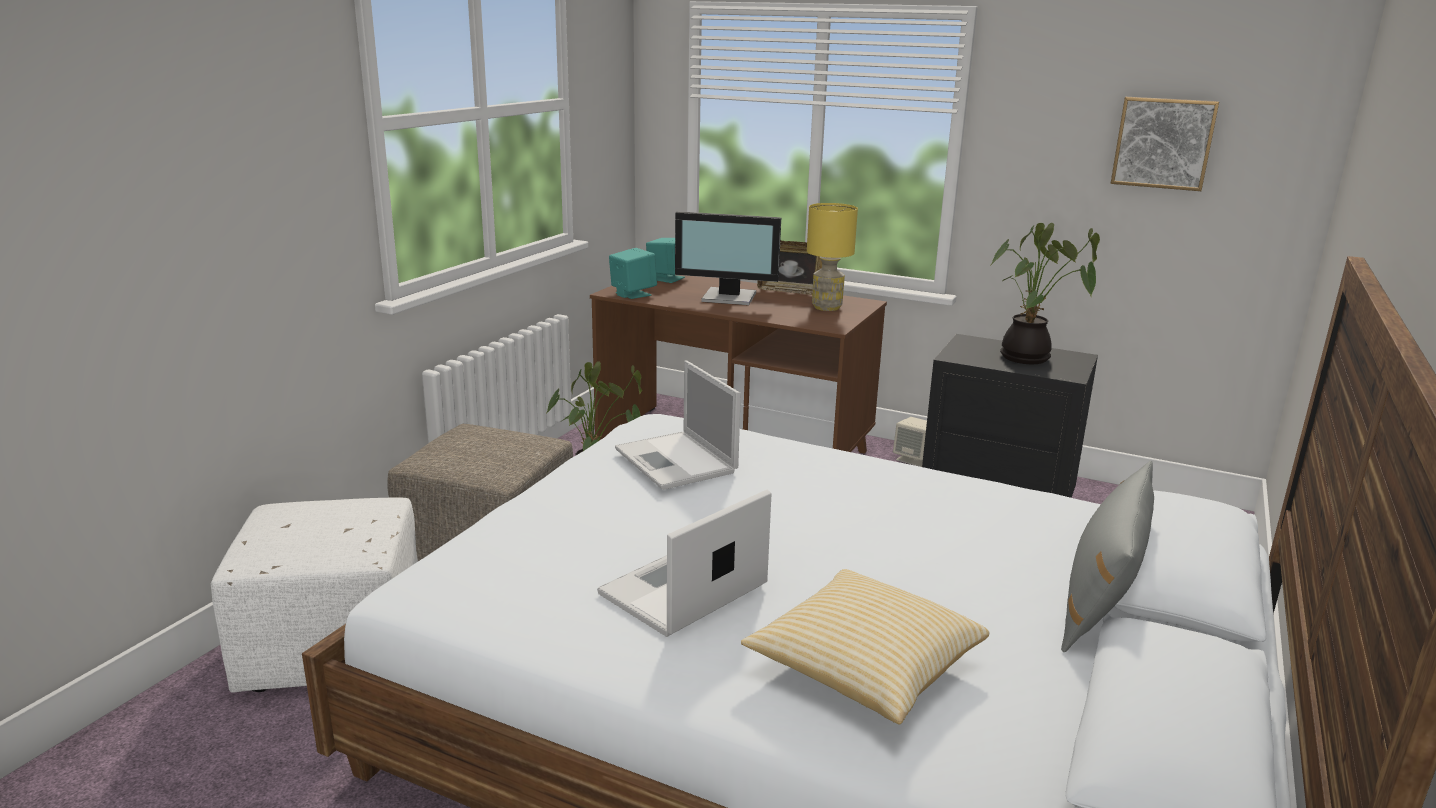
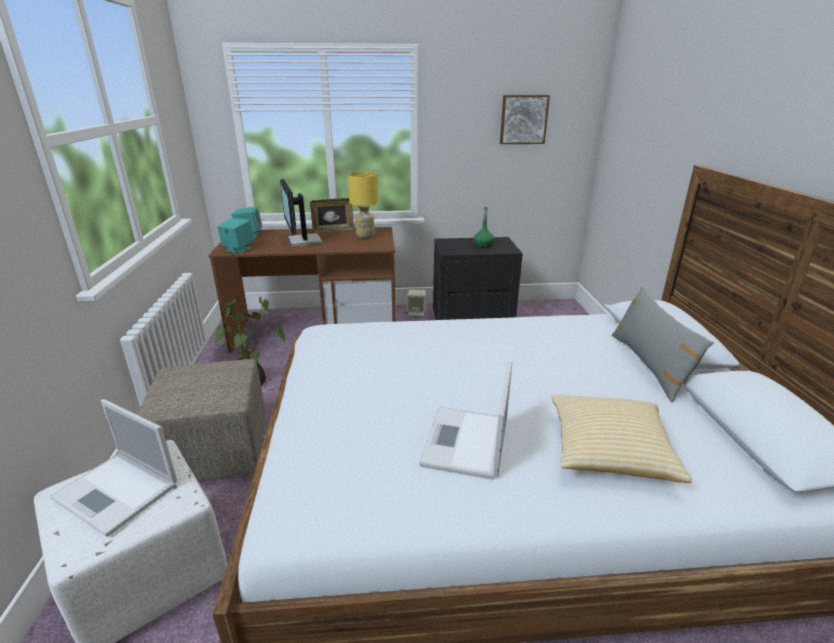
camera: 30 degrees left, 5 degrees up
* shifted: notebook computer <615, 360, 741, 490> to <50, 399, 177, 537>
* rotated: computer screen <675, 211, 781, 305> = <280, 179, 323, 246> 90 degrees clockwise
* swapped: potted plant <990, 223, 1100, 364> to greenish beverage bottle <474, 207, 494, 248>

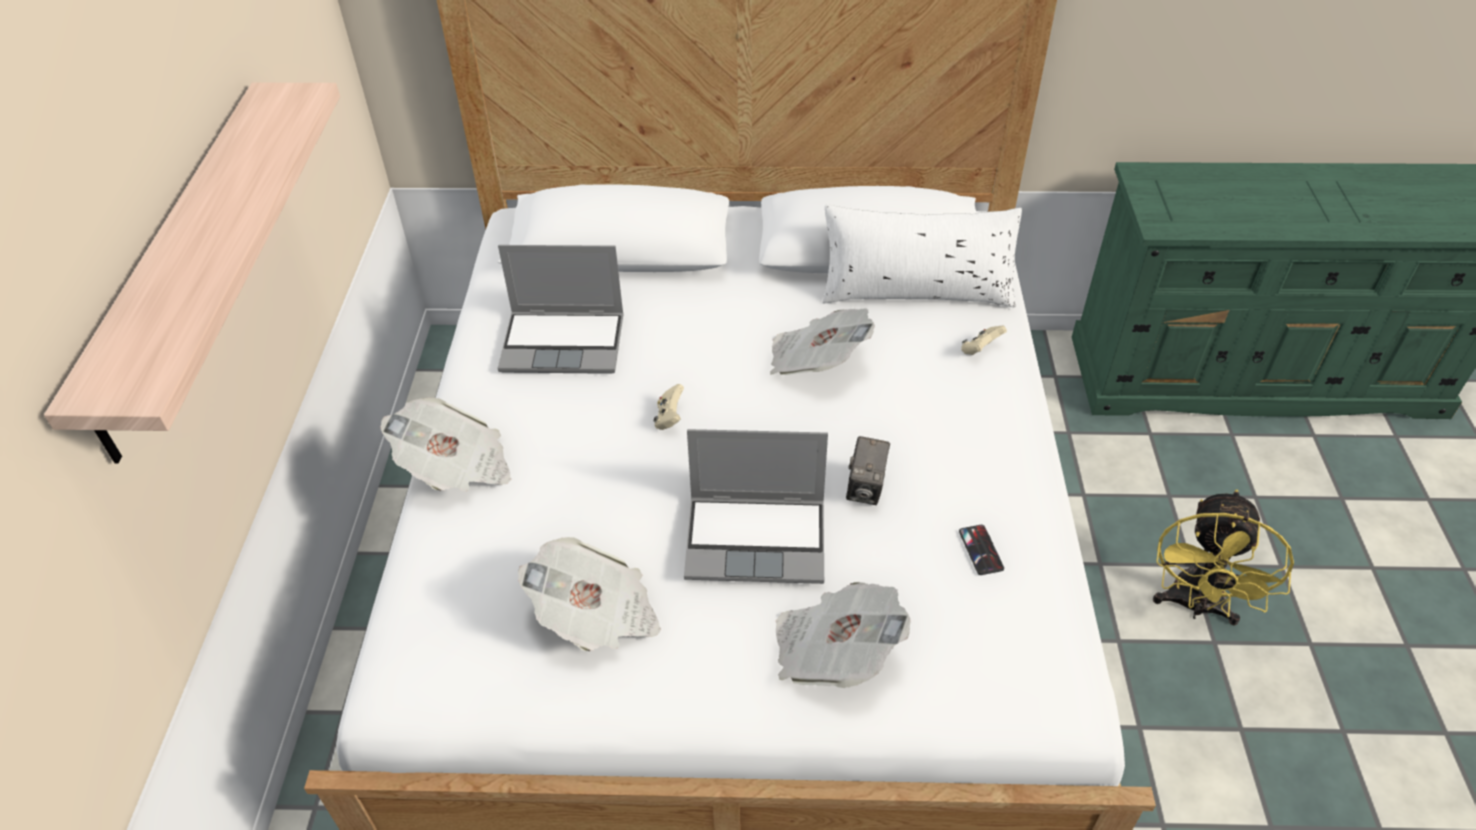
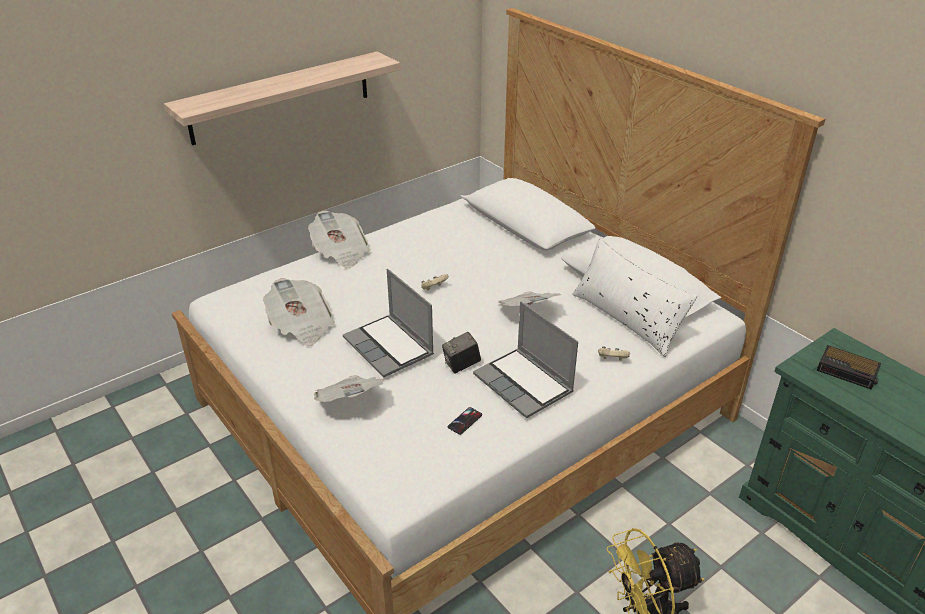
camera: 50 degrees right, 10 degrees down
* shifted: notebook computer <498, 245, 624, 374> to <473, 302, 578, 419>
* new: table clock <817, 345, 881, 390>

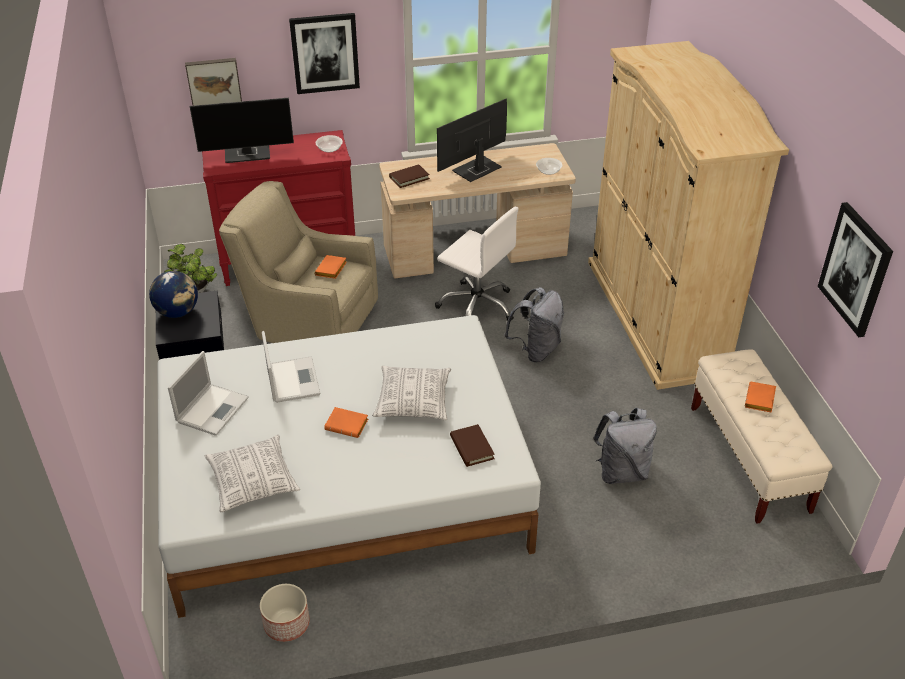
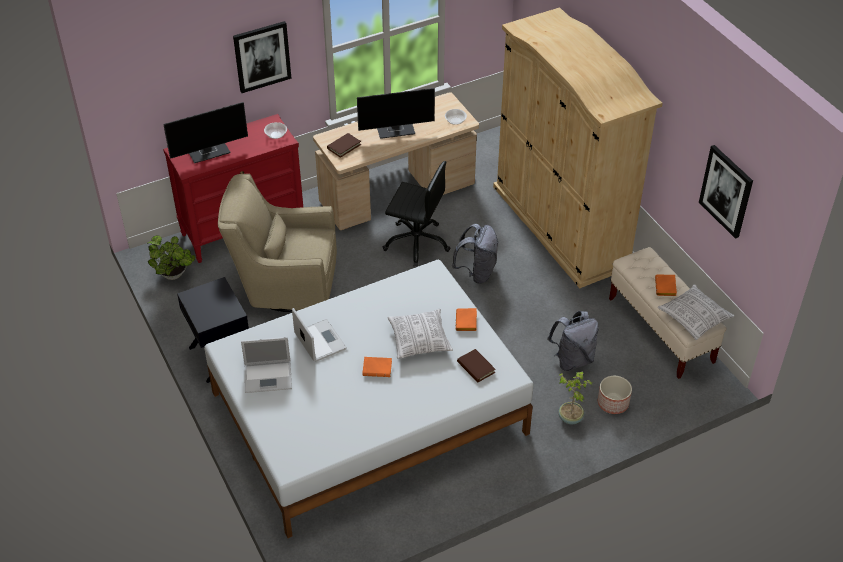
camera: 15 degrees left, 5 degrees up
* gone: desk globe <149, 271, 198, 318>
* rotated: notebook computer <168, 351, 249, 436> = <241, 337, 292, 393> 75 degrees clockwise
* gone: wall art <185, 58, 242, 106>
* shifted: throw pillow <205, 435, 300, 512> to <658, 284, 735, 340>
* shifted: flower pot <260, 584, 310, 642> to <598, 376, 632, 414>
* shifted: orangey bound book <314, 255, 347, 279> to <456, 308, 477, 331>
* repainted: white-coloured computer chair <435, 206, 518, 322> to blackish computer chair <383, 161, 450, 267>
* rotated: computer screen <437, 99, 507, 182> = <357, 88, 435, 139> 135 degrees counterclockwise
* new: potted plant <559, 372, 592, 424>

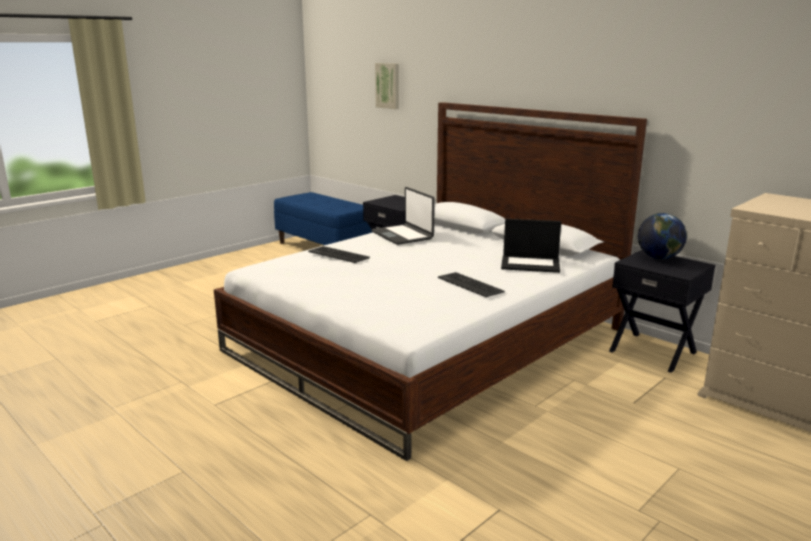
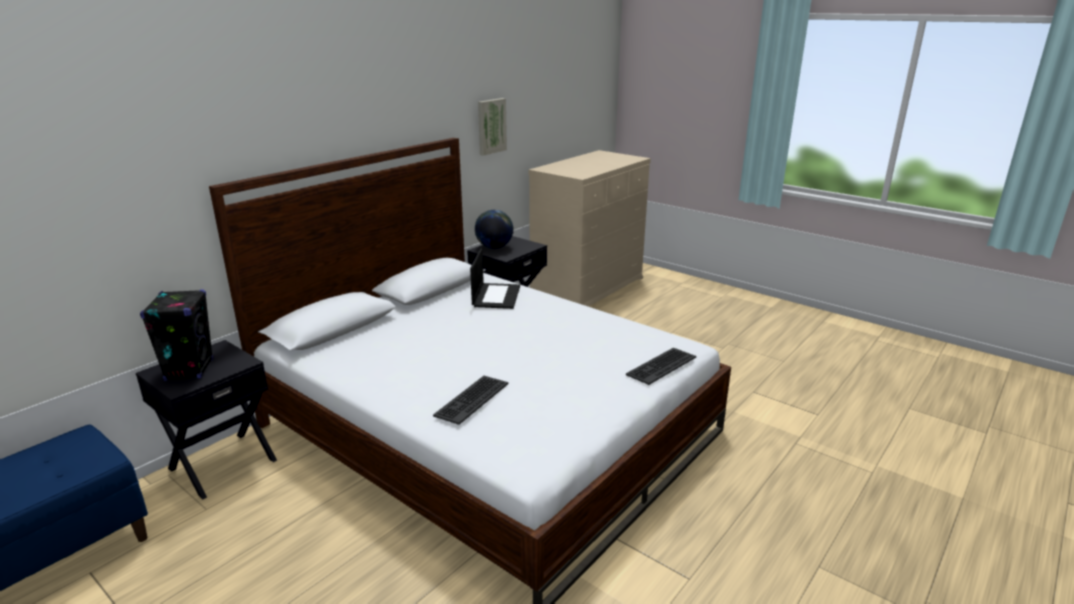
camera: 95 degrees left, 5 degrees up
* gone: notebook computer <371, 187, 435, 245>
* shifted: wall art <375, 63, 399, 109> to <478, 98, 507, 156>
* shifted: PC keyboard <438, 272, 505, 297> to <626, 348, 696, 385>
* new: blackish loudspeaker <140, 289, 213, 381>

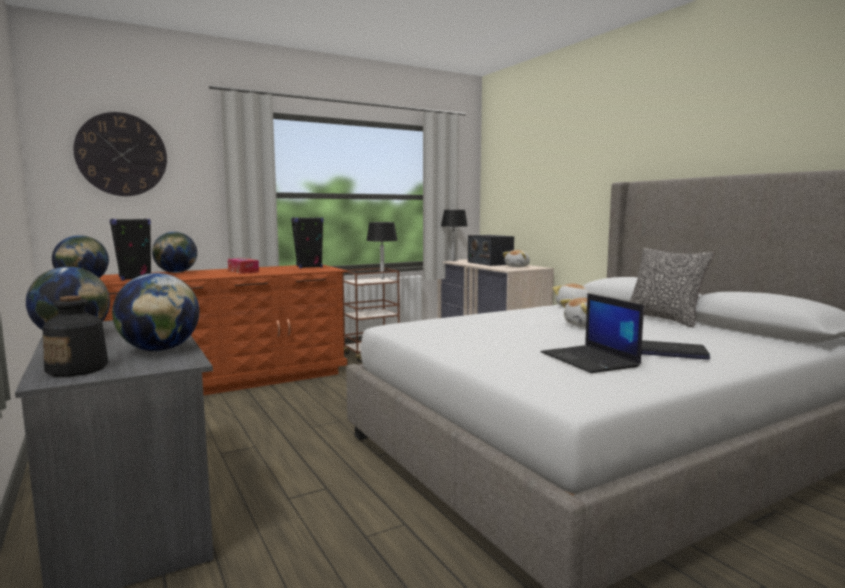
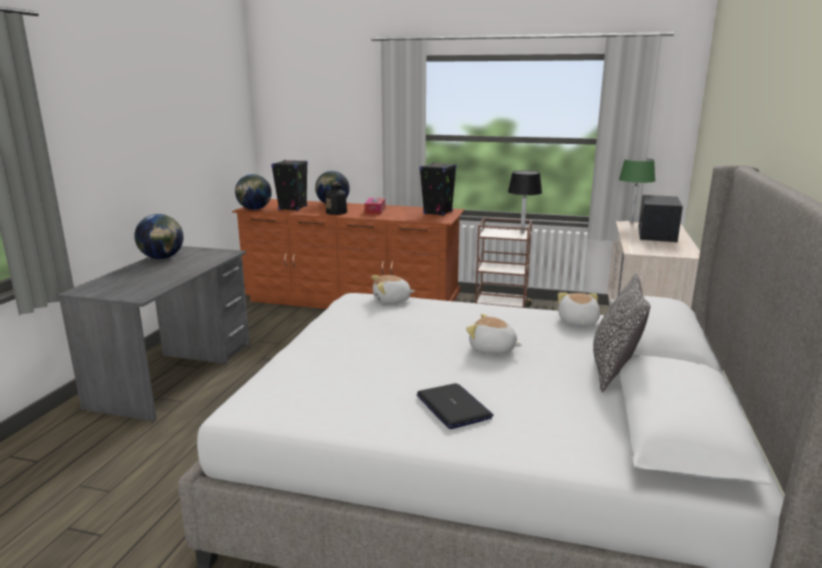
camera: 45 degrees right, 10 degrees up
* shifted: beverage bottle <43, 296, 108, 377> to <326, 182, 347, 215>
* gone: clock on the wall <73, 112, 167, 196>
* gone: desk globe <112, 273, 199, 351>
* repainted: blackish lamp for a table <441, 210, 468, 261> to greenish lamp for a table <619, 159, 655, 222>
* shifted: soft toy <503, 250, 530, 267> to <371, 275, 415, 304>
* gone: notebook computer <541, 293, 644, 373>

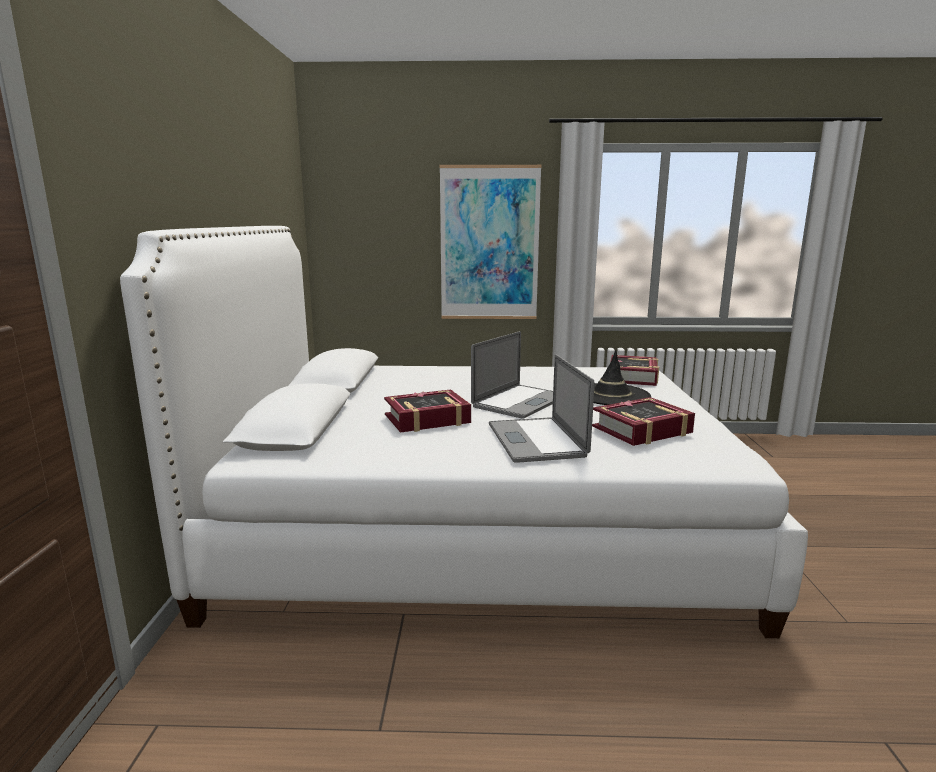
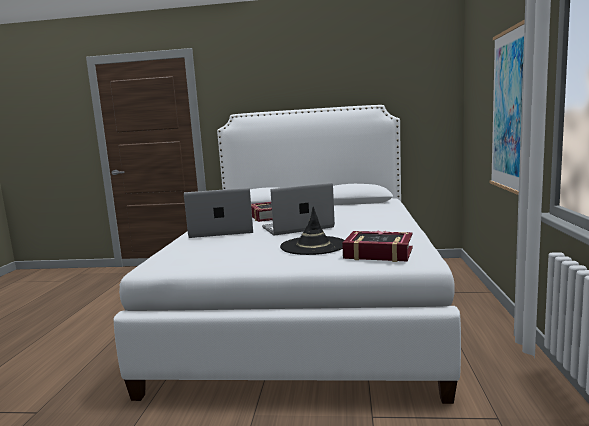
camera: 95 degrees right, 5 degrees down
* rotated: notebook computer <471, 331, 553, 419> = <262, 182, 335, 236> 120 degrees clockwise
* gone: bound book <592, 397, 695, 446>

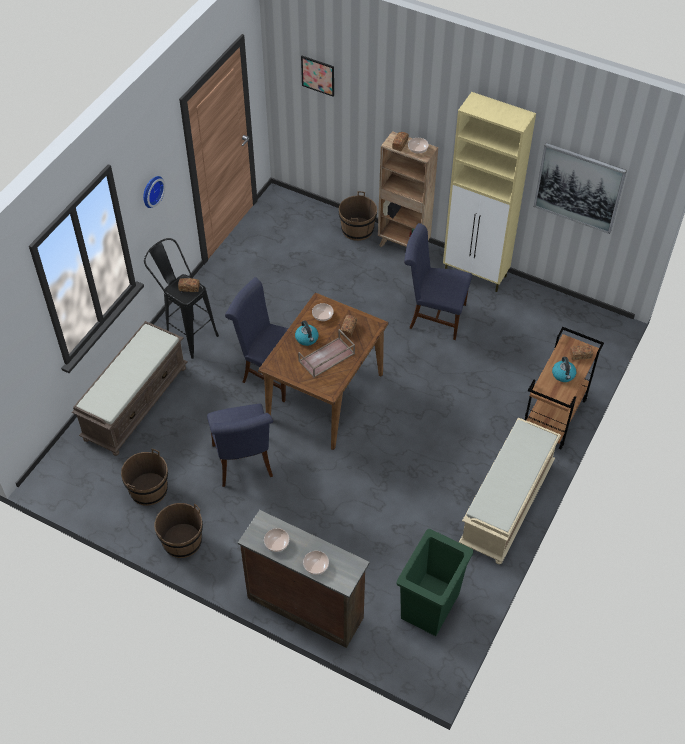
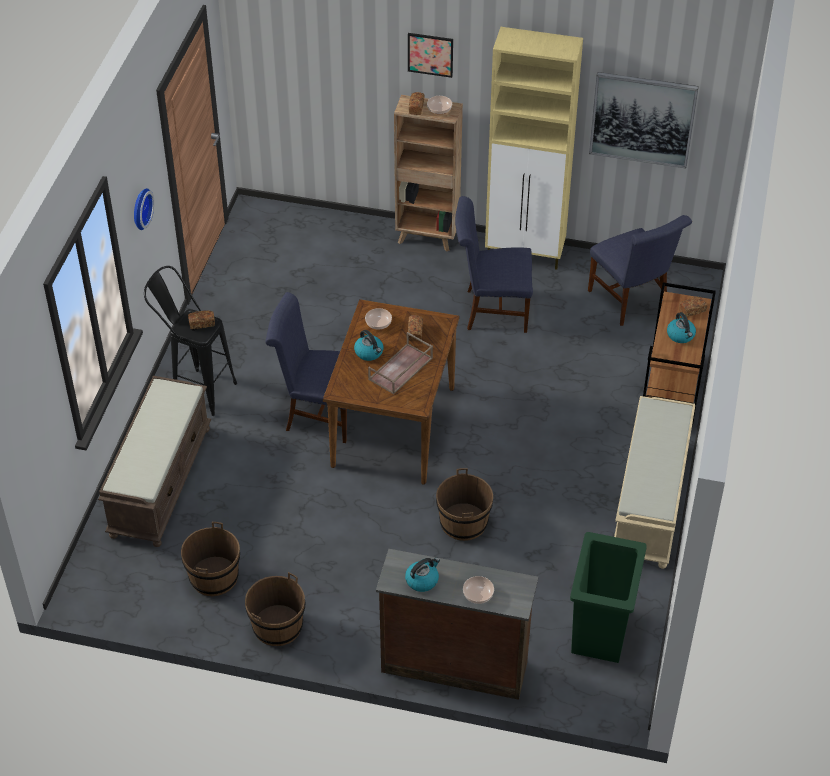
camera: 15 degrees left, 5 degrees down
* shifted: blue-coloured upright chair <207, 404, 273, 487> to <588, 215, 692, 326>
* swapped: serving bowl <264, 528, 289, 552> to water kettle <405, 557, 440, 592>
* shifted: wall art <301, 56, 334, 97> to <408, 33, 453, 78>
* shifted: brownish pail <339, 191, 377, 241> to <436, 468, 493, 541>

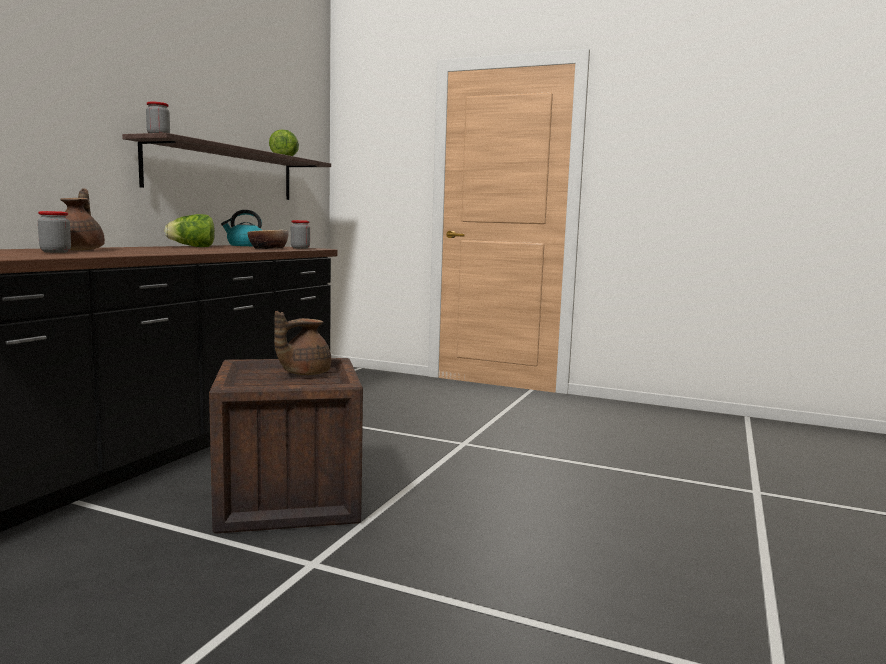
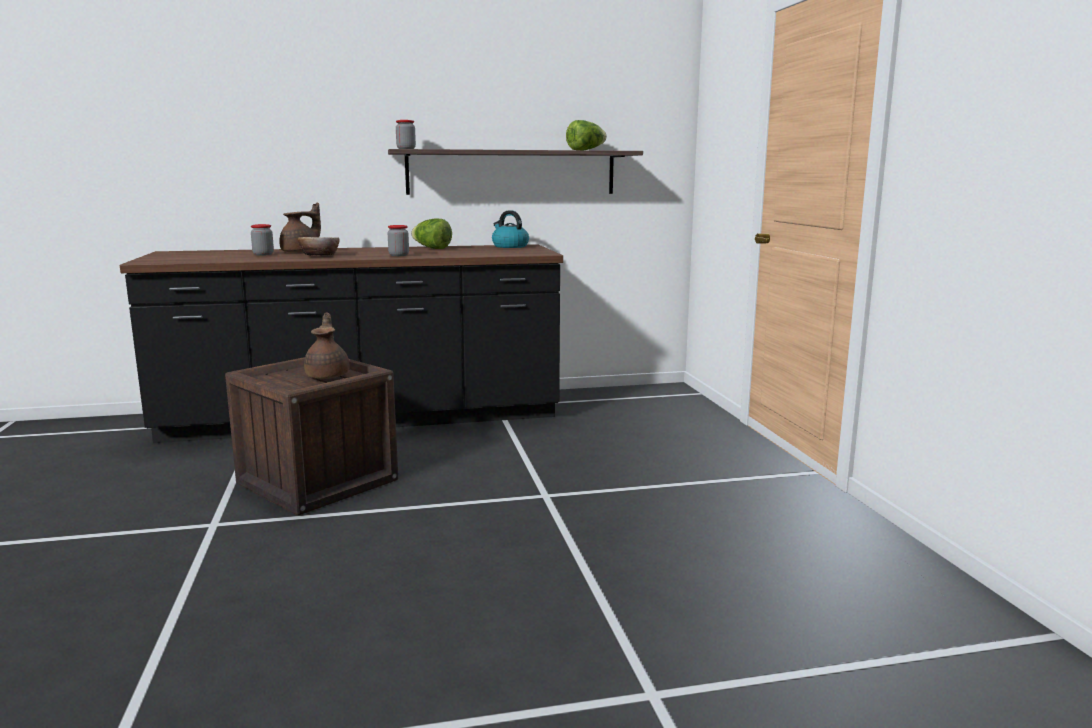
camera: 55 degrees right, 5 degrees up
* shifted: serving bowl <247, 230, 289, 249> to <298, 237, 339, 255>
* rotated: brownish pot for tea <274, 311, 331, 375> = <304, 312, 350, 379> 75 degrees clockwise
* shifted: preserve jar <291, 220, 310, 249> to <388, 225, 409, 256>

